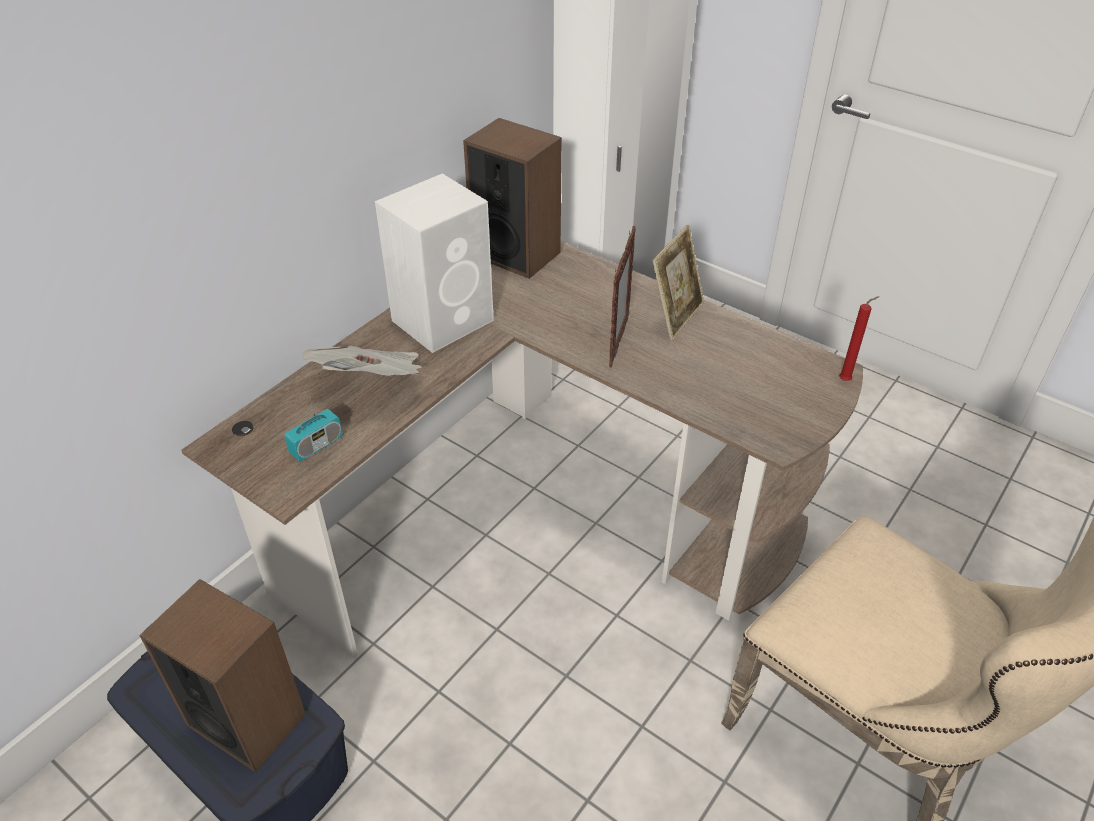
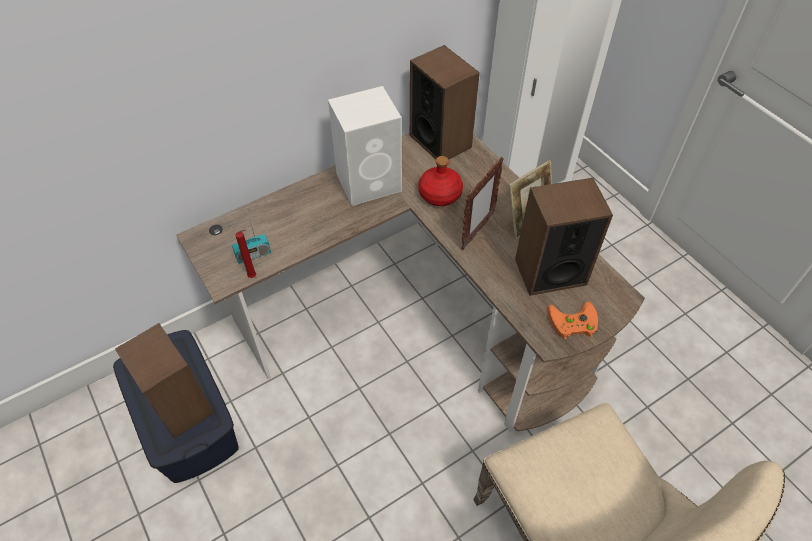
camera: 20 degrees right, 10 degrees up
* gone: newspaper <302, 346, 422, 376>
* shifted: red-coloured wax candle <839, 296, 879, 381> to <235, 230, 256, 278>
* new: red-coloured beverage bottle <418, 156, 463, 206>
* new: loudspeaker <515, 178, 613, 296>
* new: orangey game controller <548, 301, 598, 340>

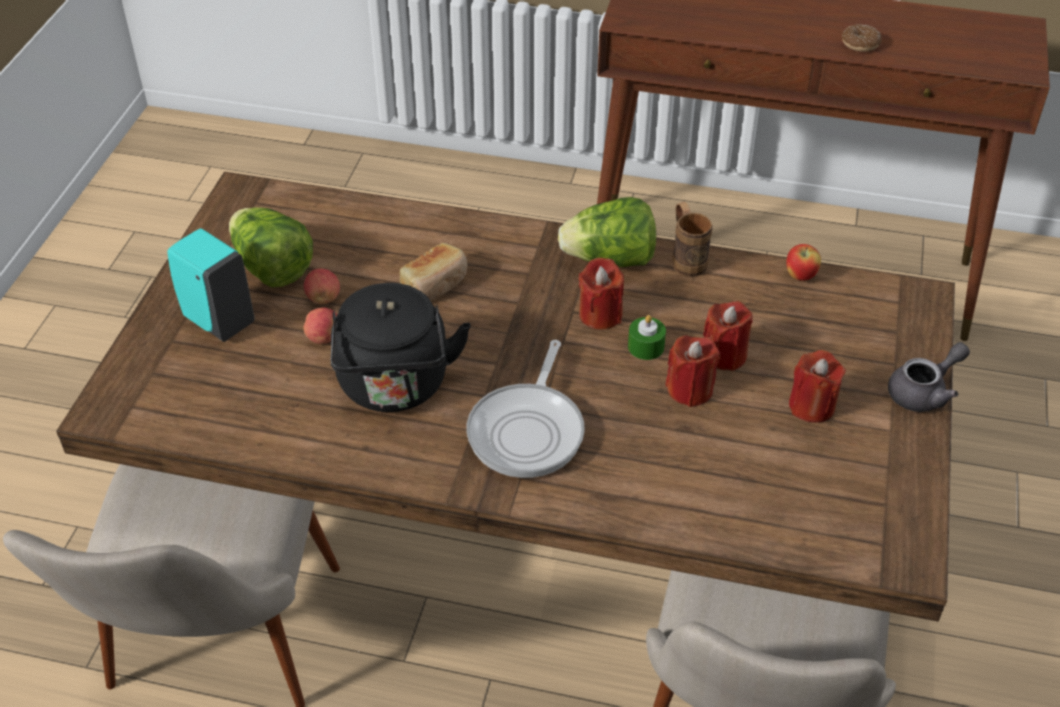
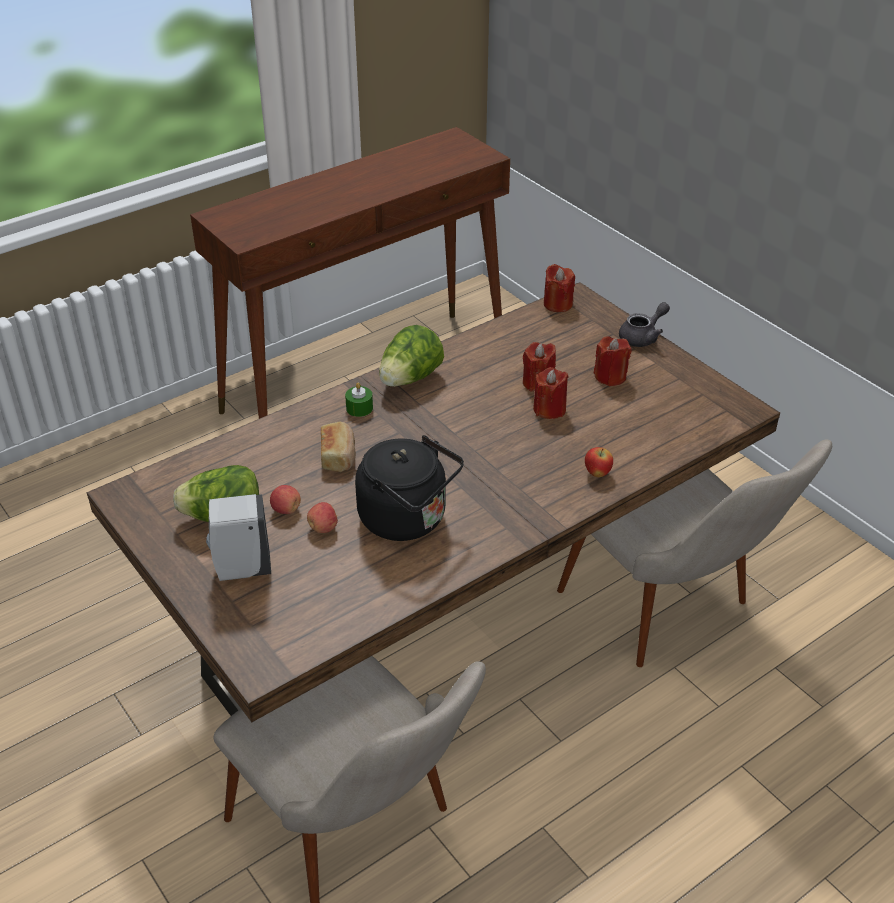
camera: 50 degrees left, 5 degrees down
* repainted: turquoise-coloured soap dispenser <167, 228, 255, 342> to white-coloured soap dispenser <206, 494, 271, 581>
* gone: pan <466, 340, 585, 478>
* shifted: red-coloured wax candle <579, 258, 624, 330> to <544, 264, 575, 312>
* shifted: greenish wax candle <628, 315, 666, 360> to <345, 382, 373, 417>
* gone: brownish tea mug <672, 202, 713, 277>
* shifted: apple <786, 244, 821, 281> to <585, 447, 613, 477>
* gone: doughnut <842, 24, 882, 52>
* rotated: greyish pot for tea <888, 342, 970, 412> = <619, 302, 670, 347> 45 degrees clockwise

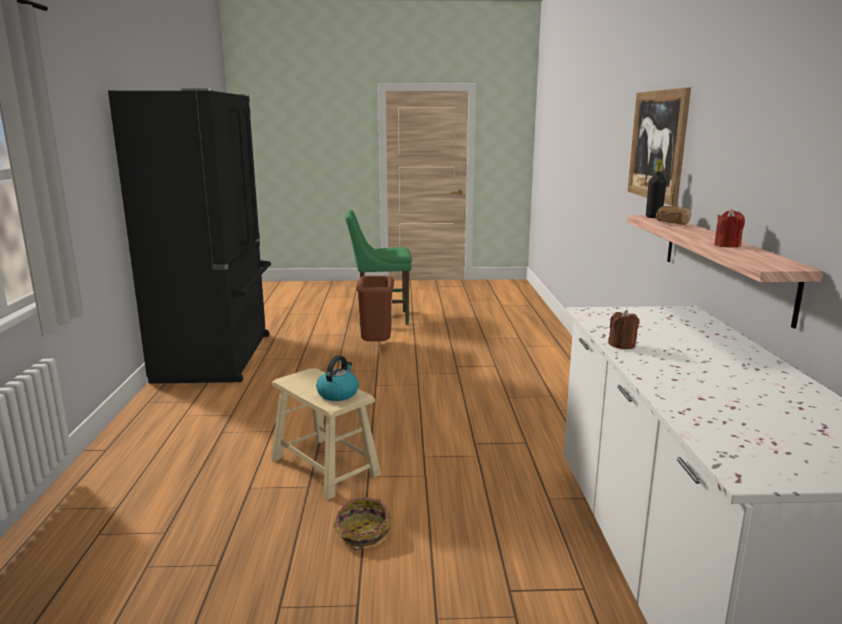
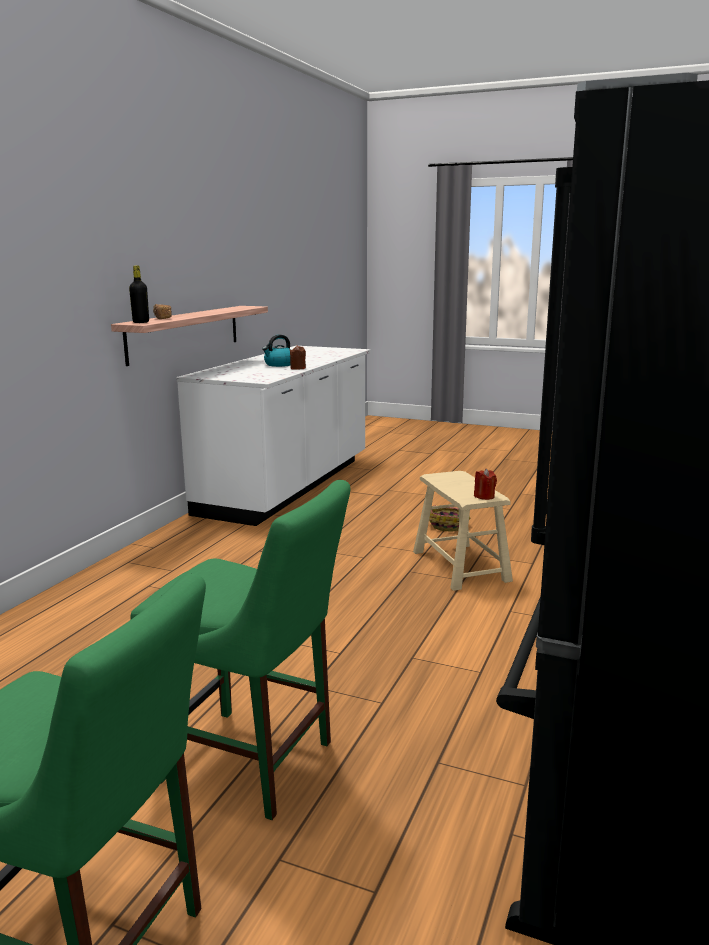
camera: 155 degrees left, 0 degrees up
* shifted: water kettle <316, 355, 359, 401> to <262, 335, 290, 367>
* swapped: brownish waste bin <356, 276, 394, 341> to greenish upright chair <130, 480, 351, 820>
* gone: wall art <627, 87, 691, 206>
* shifted: red-coloured wax candle <714, 209, 745, 247> to <474, 469, 497, 500>

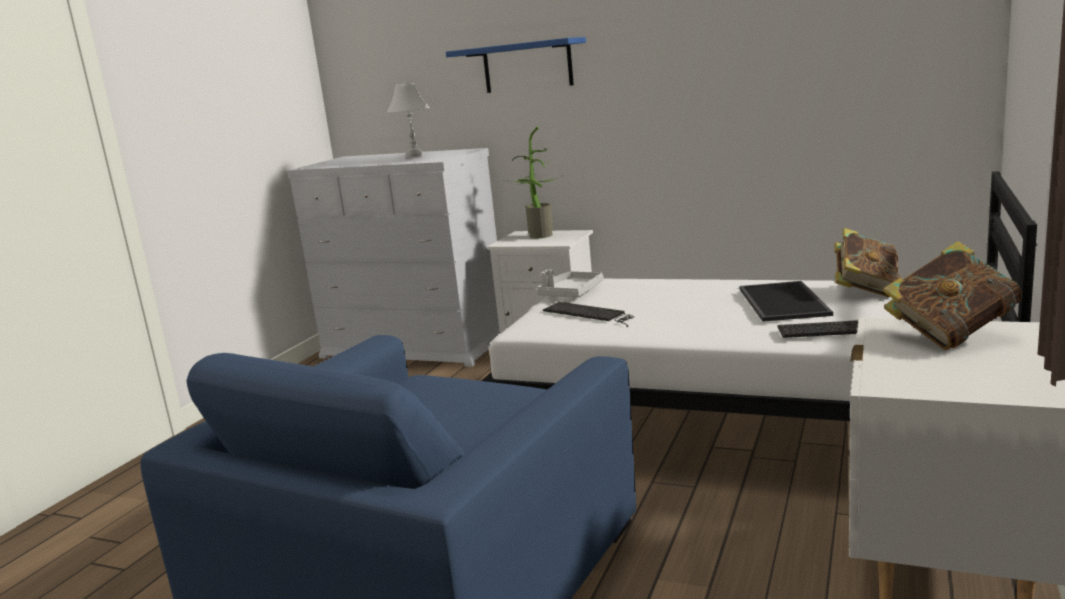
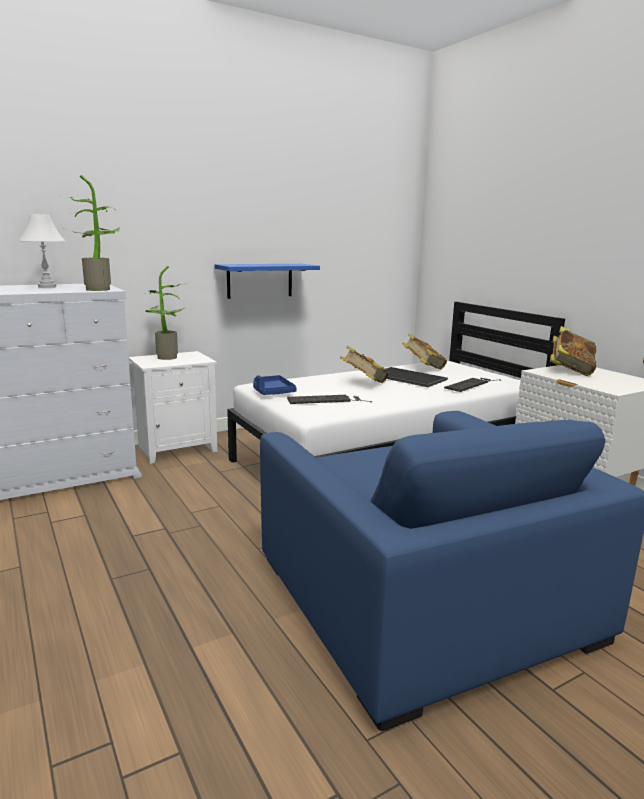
camera: 55 degrees left, 0 degrees up
* shifted: blue-coloured shelf <446, 37, 586, 93> to <215, 264, 320, 299>
* repainted: greyish tray <537, 269, 604, 297> to blue-coloured tray <253, 375, 297, 395>
* new: potted plant <62, 175, 120, 291>
* new: bound book <340, 346, 389, 383>

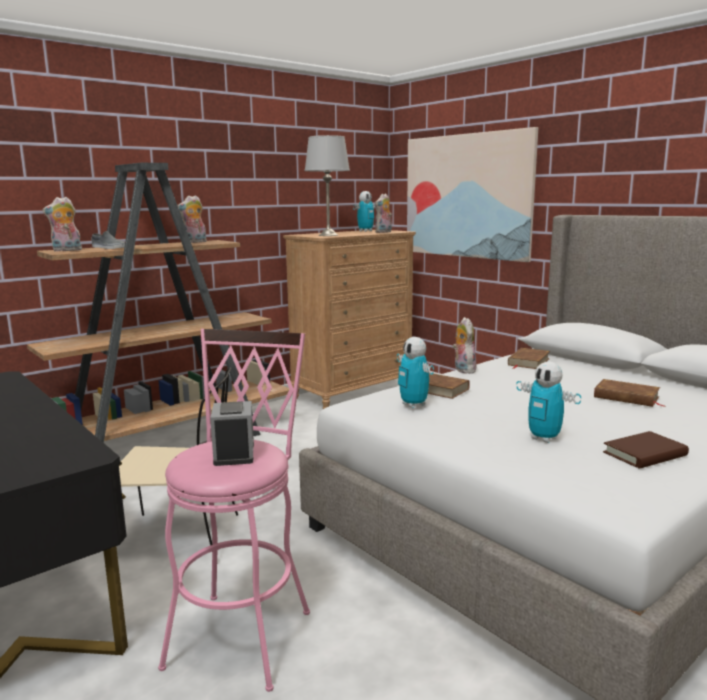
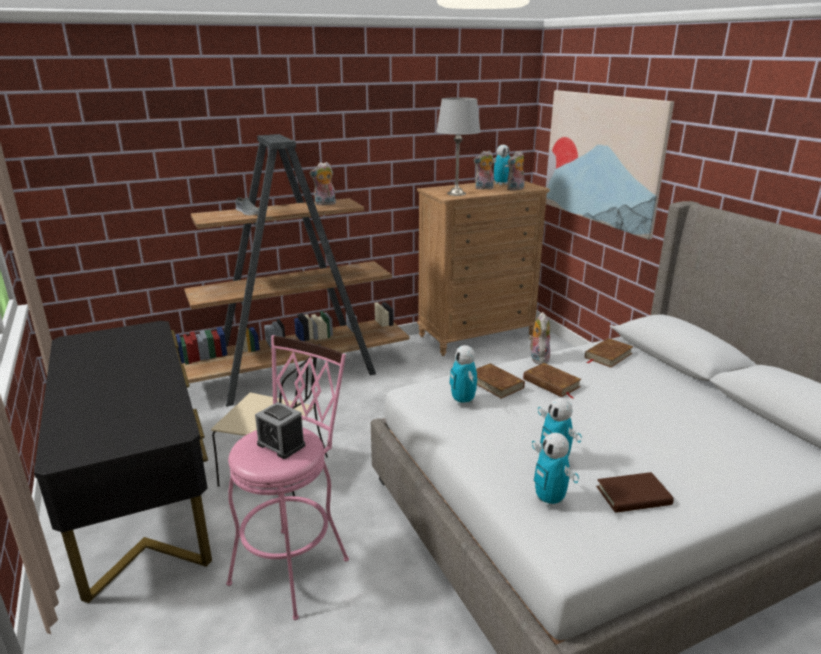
camera: 15 degrees right, 10 degrees up
* shifted: soft toy <42, 197, 82, 252> to <473, 150, 494, 190>
* rotated: table clock <210, 401, 254, 466> = <255, 402, 305, 459> 120 degrees clockwise
* shifted: brownish bound book <594, 379, 665, 407> to <523, 363, 582, 399>
* new: toy robot <532, 433, 579, 508>

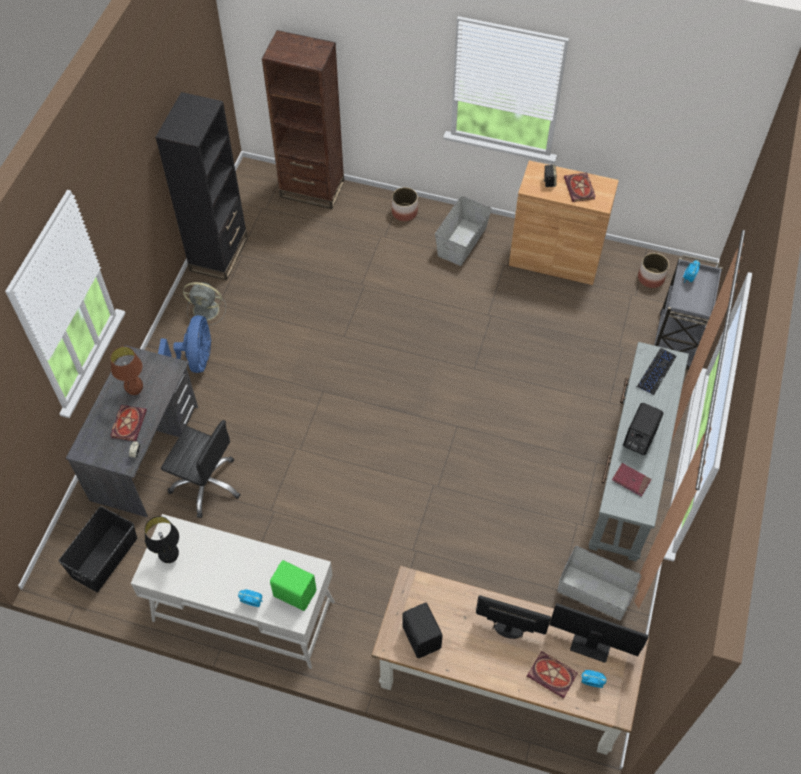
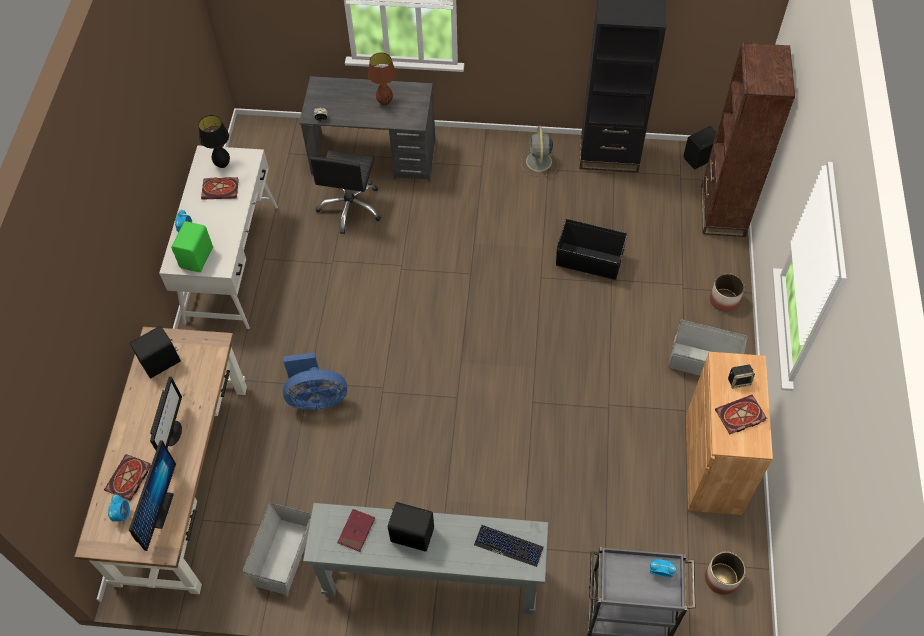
camera: 80 degrees right, 0 degrees up
* shifted: blackish storage bin <59, 506, 137, 592> to <556, 219, 628, 280>
* shifted: bound book <110, 405, 147, 441> to <201, 177, 239, 200>
* shifted: blue-coloured electric fan <158, 315, 211, 373> to <283, 352, 347, 410>
* new: blackish loudspeaker <683, 126, 716, 169>

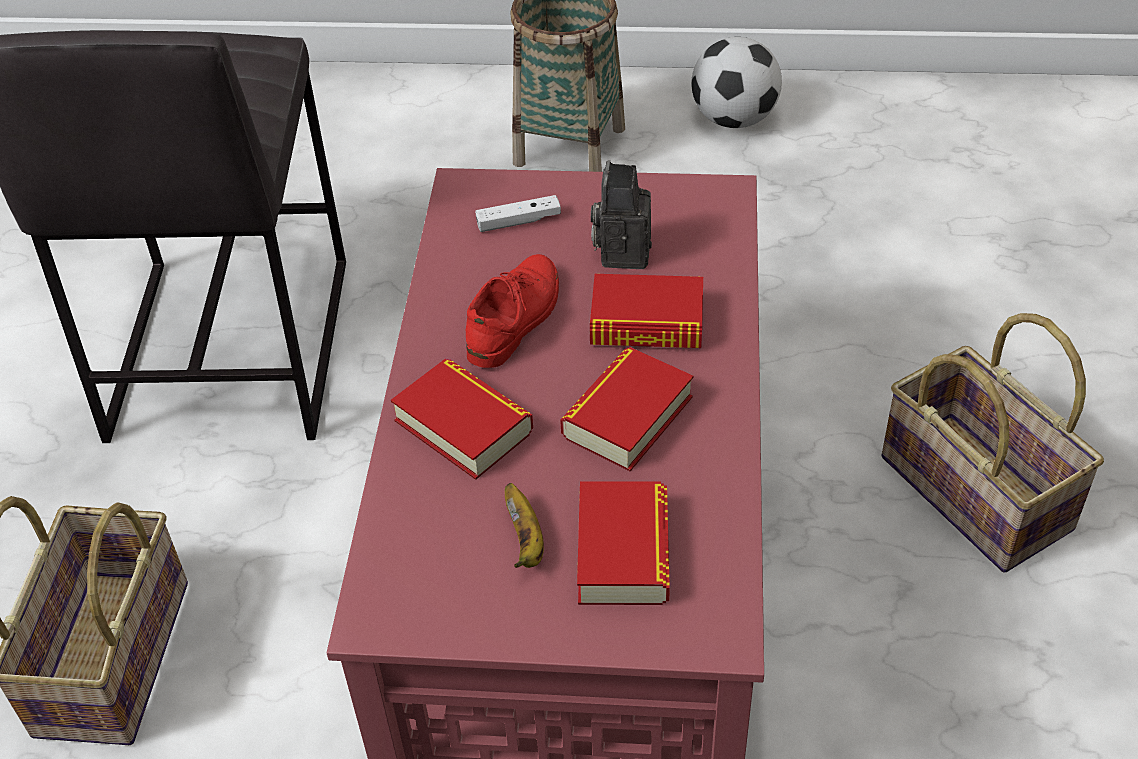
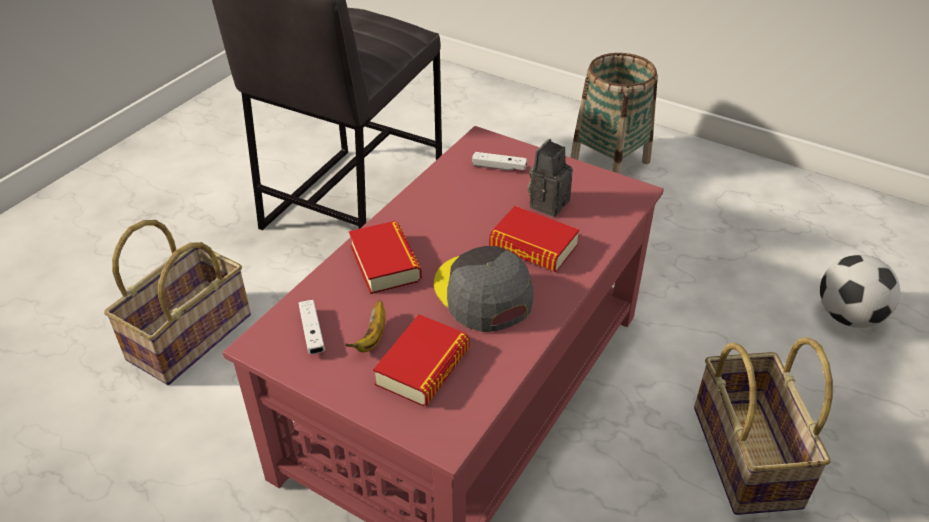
camera: 25 degrees right, 5 degrees down
* gone: red-coloured low shoe <466, 254, 559, 368>
* swapped: bound book <560, 347, 693, 471> to greyish baseball cap <434, 246, 533, 332>
* shifted: football <692, 37, 782, 128> to <820, 255, 900, 328>
* new: white-coloured game controller <298, 300, 325, 354>

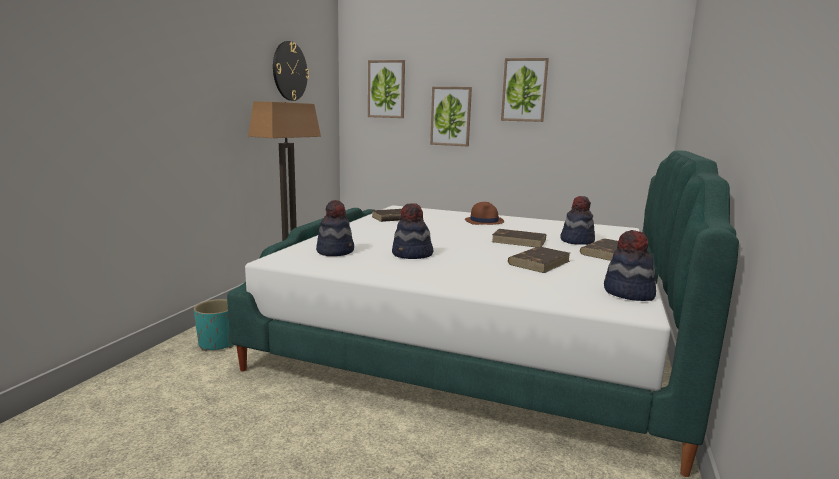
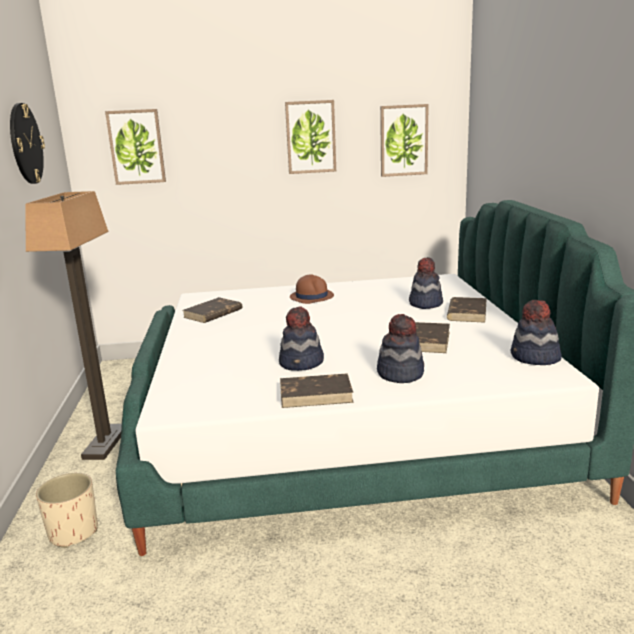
camera: 25 degrees left, 5 degrees up
* repainted: turquoise-coloured flower pot <194, 299, 234, 351> to beige-coloured flower pot <36, 473, 98, 548>
* shifted: wearable hat <316, 200, 354, 256> to <377, 314, 424, 383>
* shifted: wall art <430, 87, 472, 146> to <380, 104, 429, 177>
* shifted: brownish bound book <492, 229, 546, 247> to <280, 374, 354, 408>

